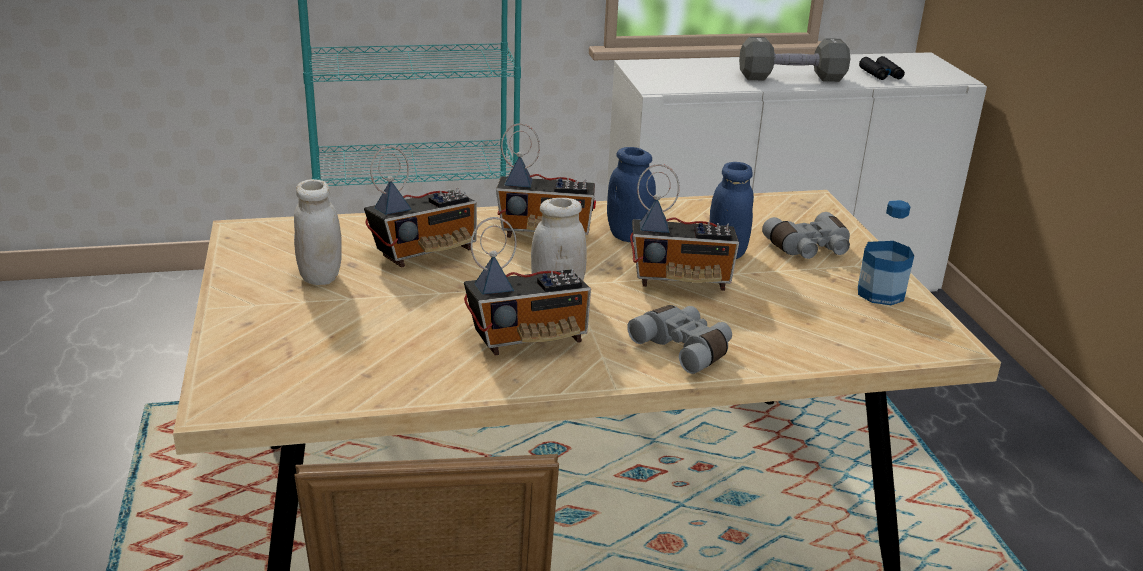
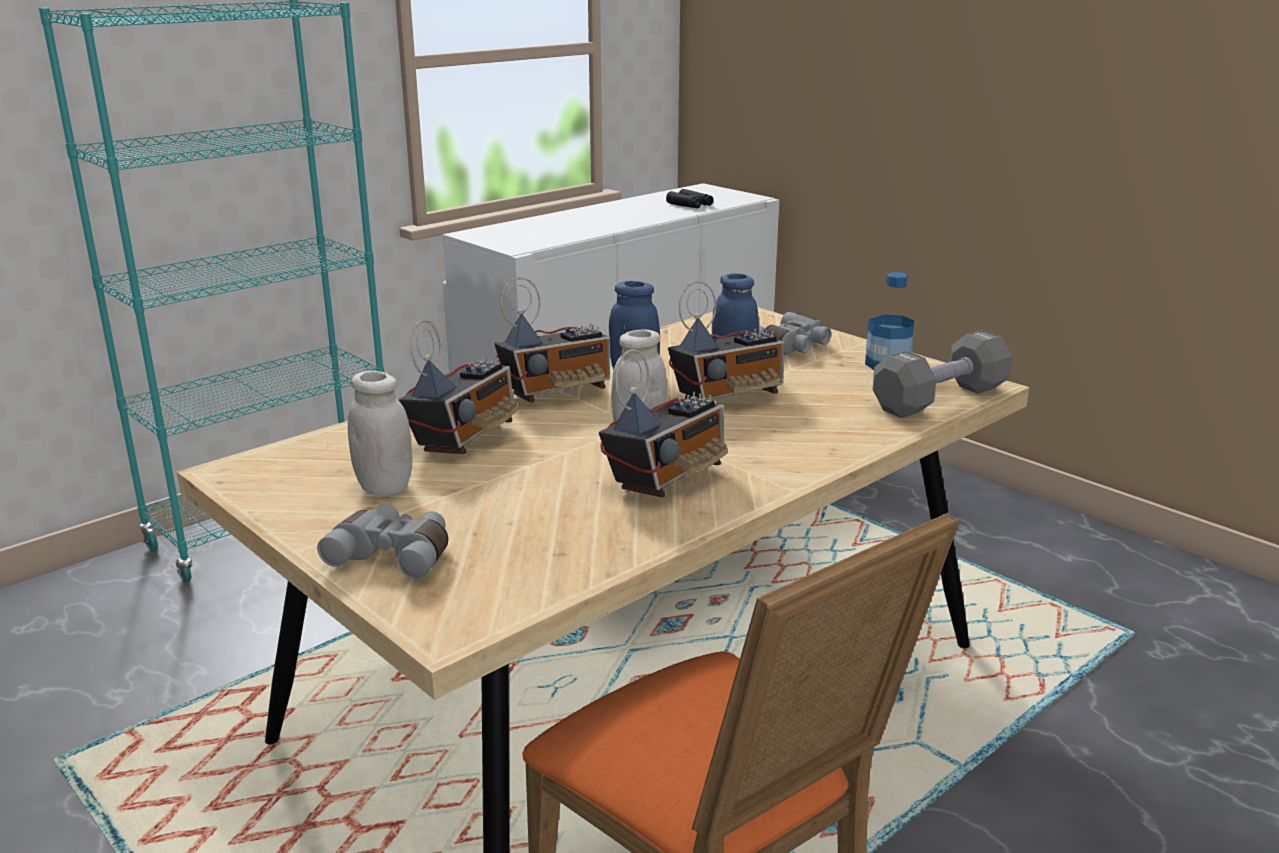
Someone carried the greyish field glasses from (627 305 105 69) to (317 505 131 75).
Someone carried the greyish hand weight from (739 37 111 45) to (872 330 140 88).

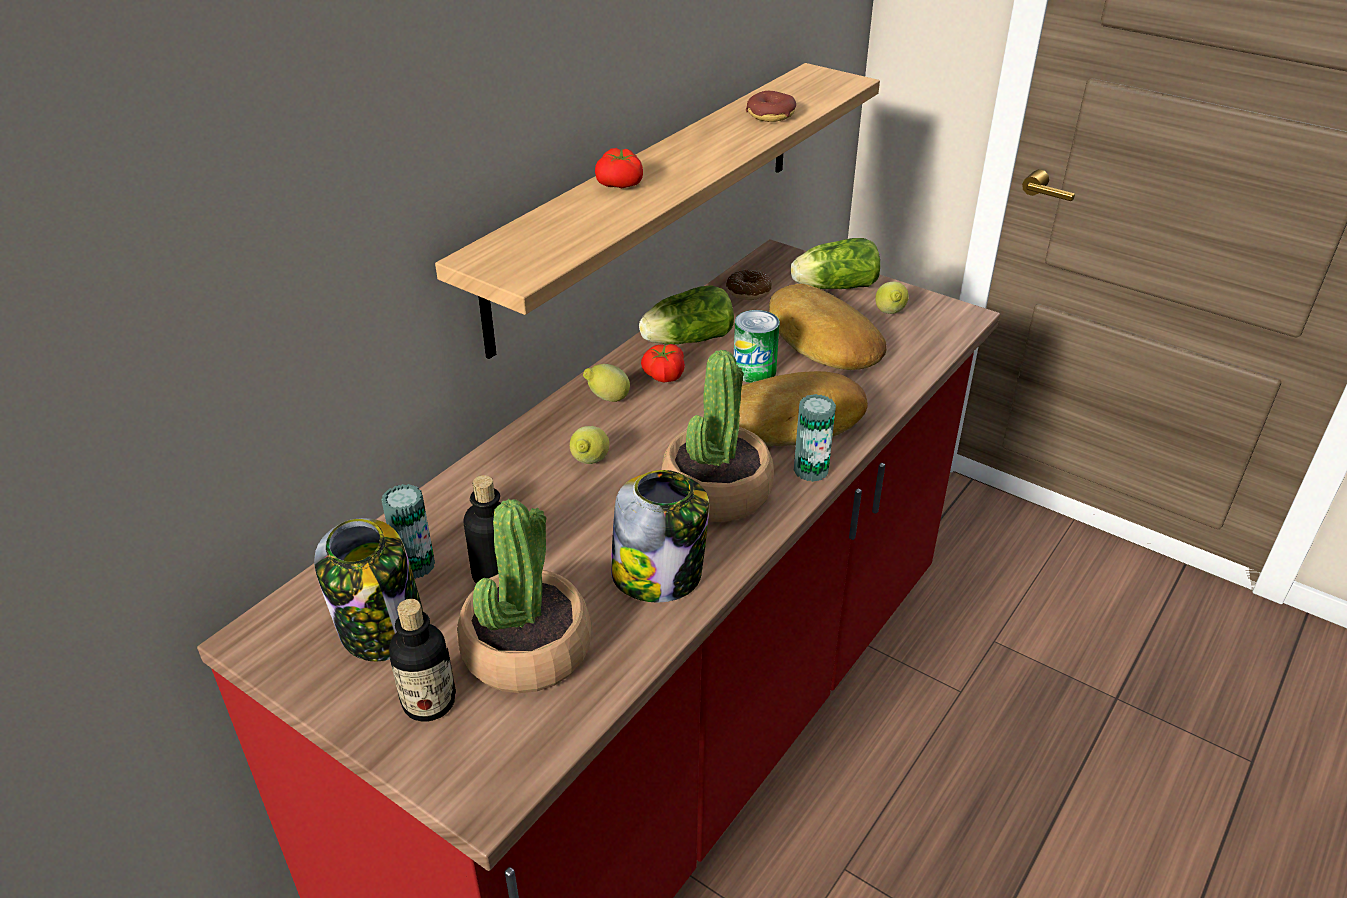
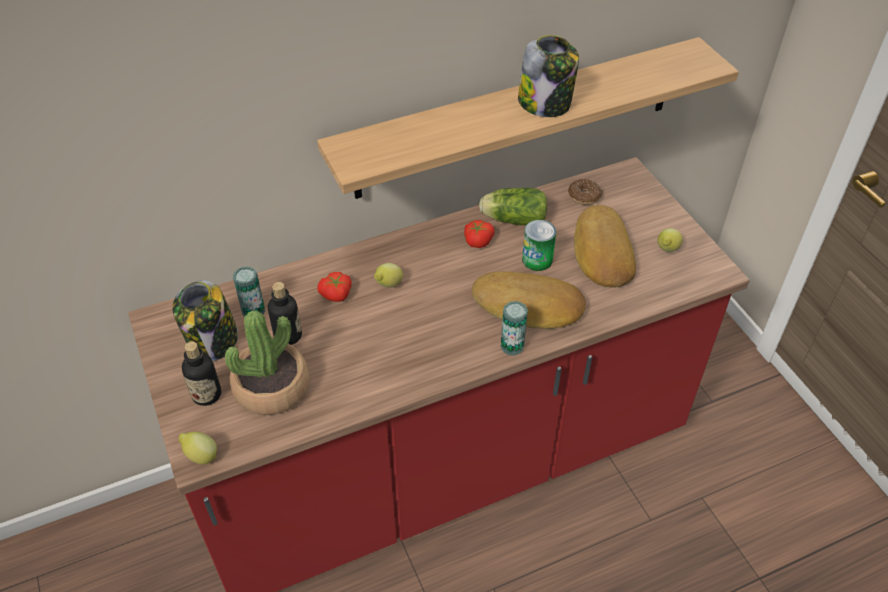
Someone carried the lemon from (583 364 47 38) to (179 432 38 33).
Someone carried the whole tomato from (595 148 48 41) to (318 272 34 30).
Someone carried the jar from (611 470 98 132) to (518 35 61 82).
Someone took away the plant in a pot at (662 350 112 172).
Someone took away the doughnut at (746 91 50 31).
Someone took away the head of lettuce at (790 238 90 51).

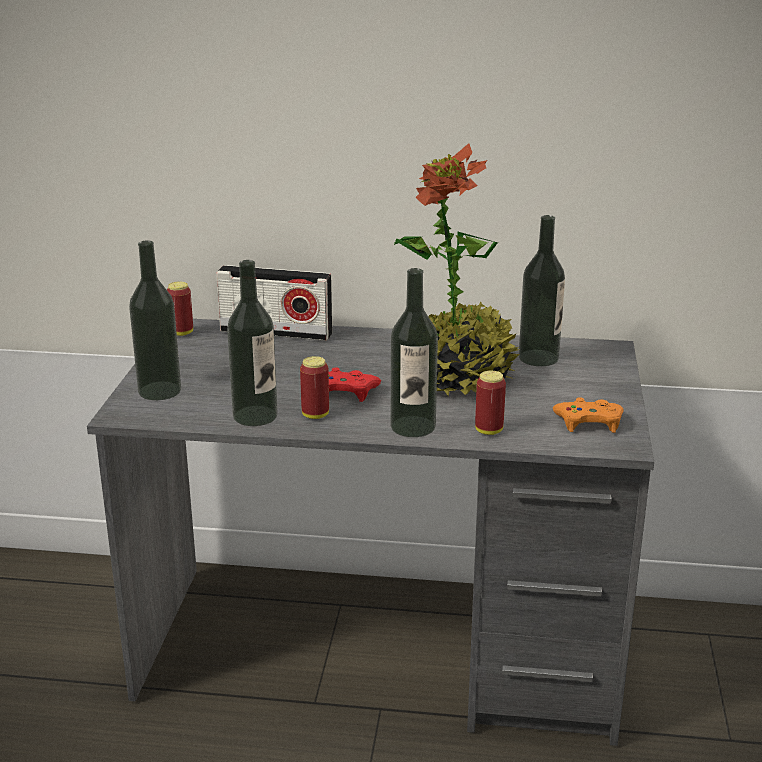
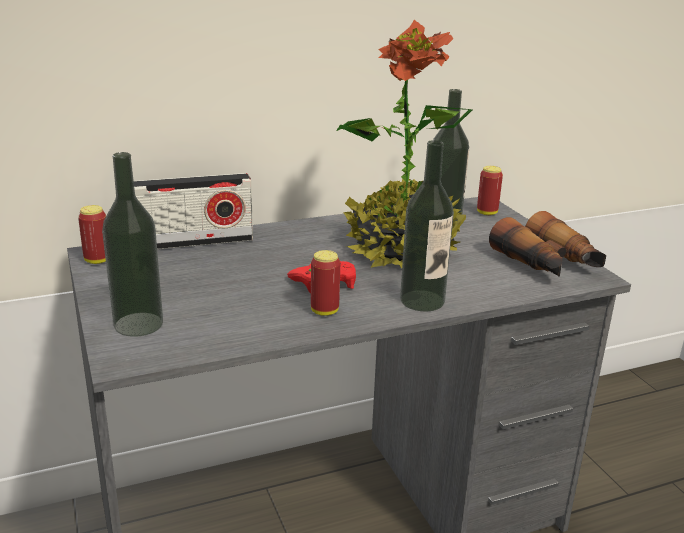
Someone took away the bottle at (227 260 51 166).
Someone carried the metal can from (475 371 31 64) to (477 166 26 49).
Someone swapped the orangey game controller at (553 397 71 36) for the field glasses at (489 211 117 66).

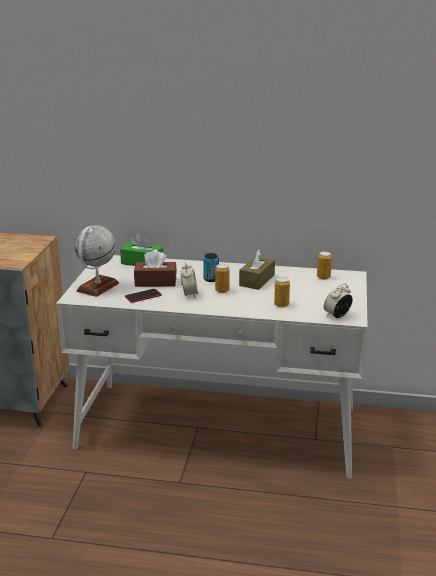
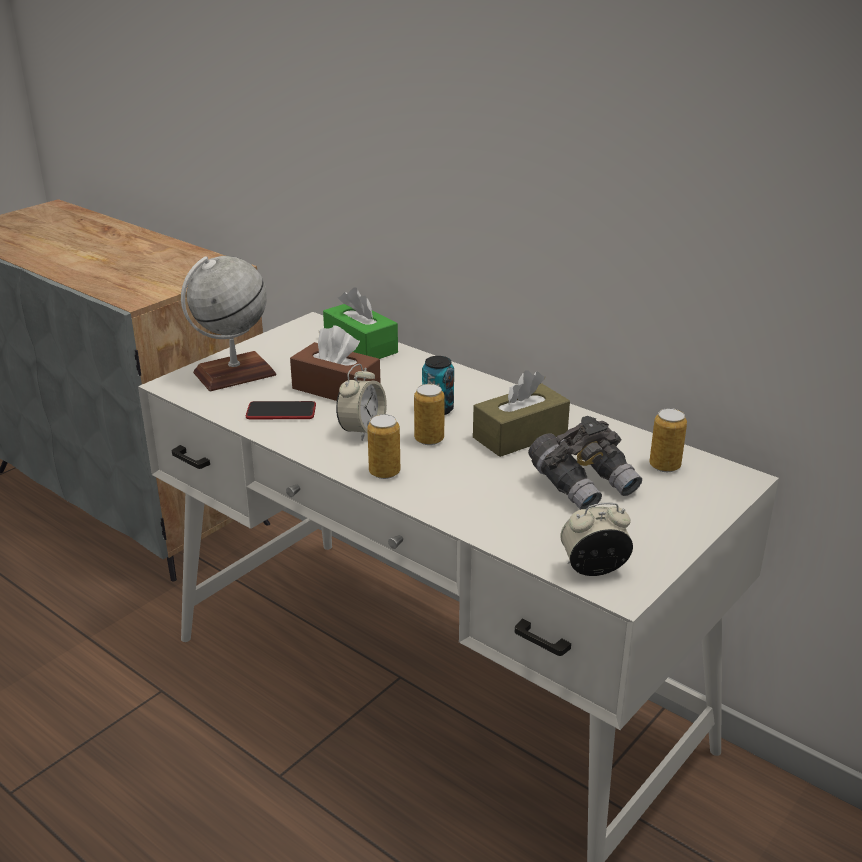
Someone carried the metal can from (274 277 16 30) to (367 414 33 65).
Someone put down the greyish field glasses at (528 416 114 94).

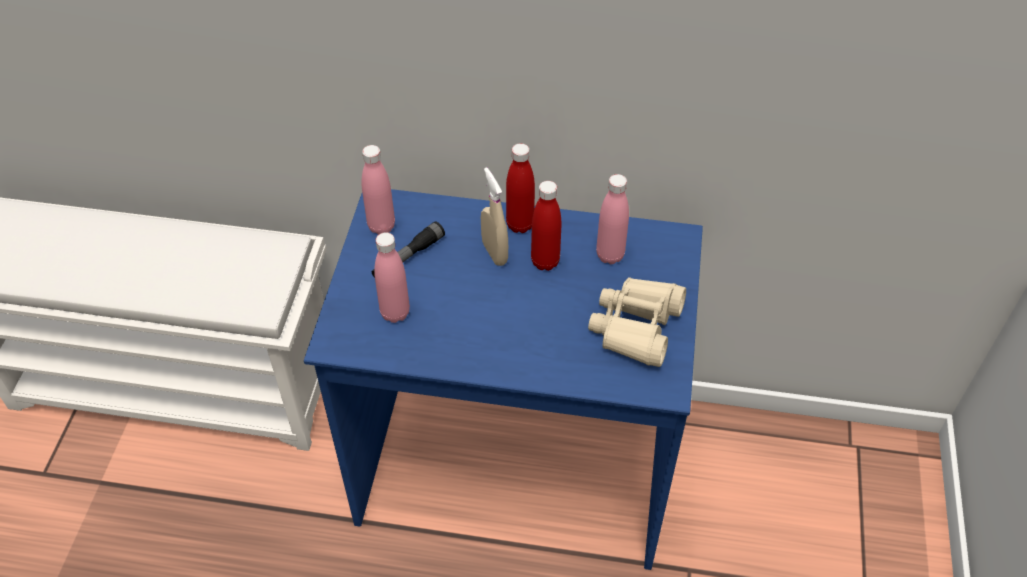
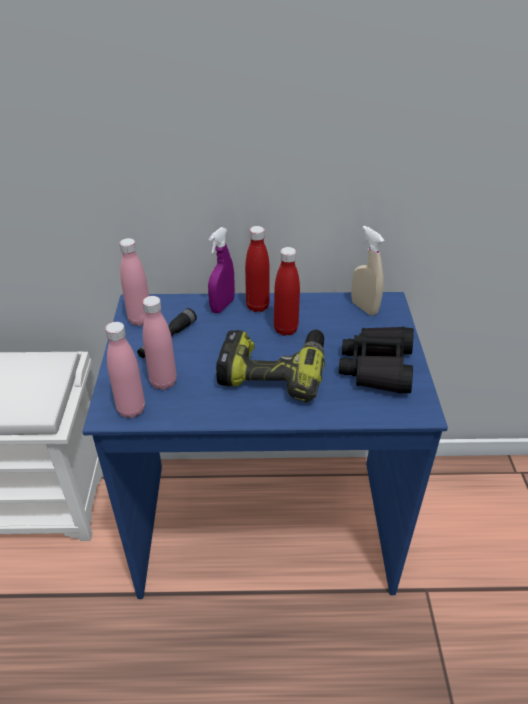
Someone carried the sand-coloured hand sprayer from (481 167 27 99) to (351 226 34 90).
Someone repainted the sand-coloured field glasses at (588 277 98 90), which became the black-coloured field glasses at (339 327 75 67).
Someone carried the pink bottle from (596 174 33 90) to (105 322 40 96).
Someone put down the purple-coloured hand sprayer at (208 227 27 86).
Someone put down the electric drill at (216 329 109 73).

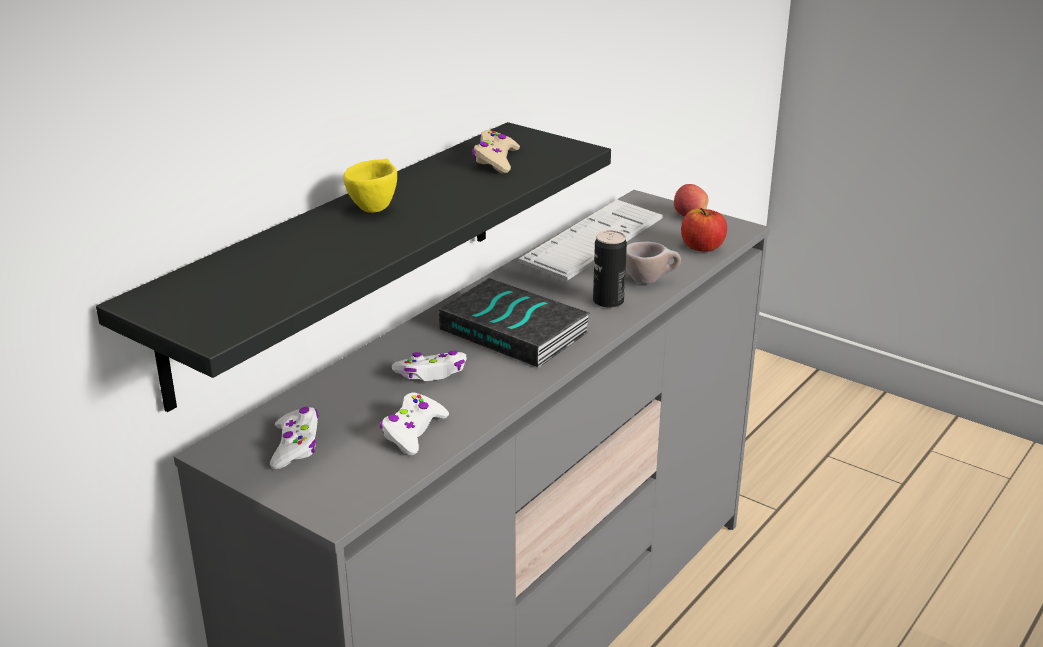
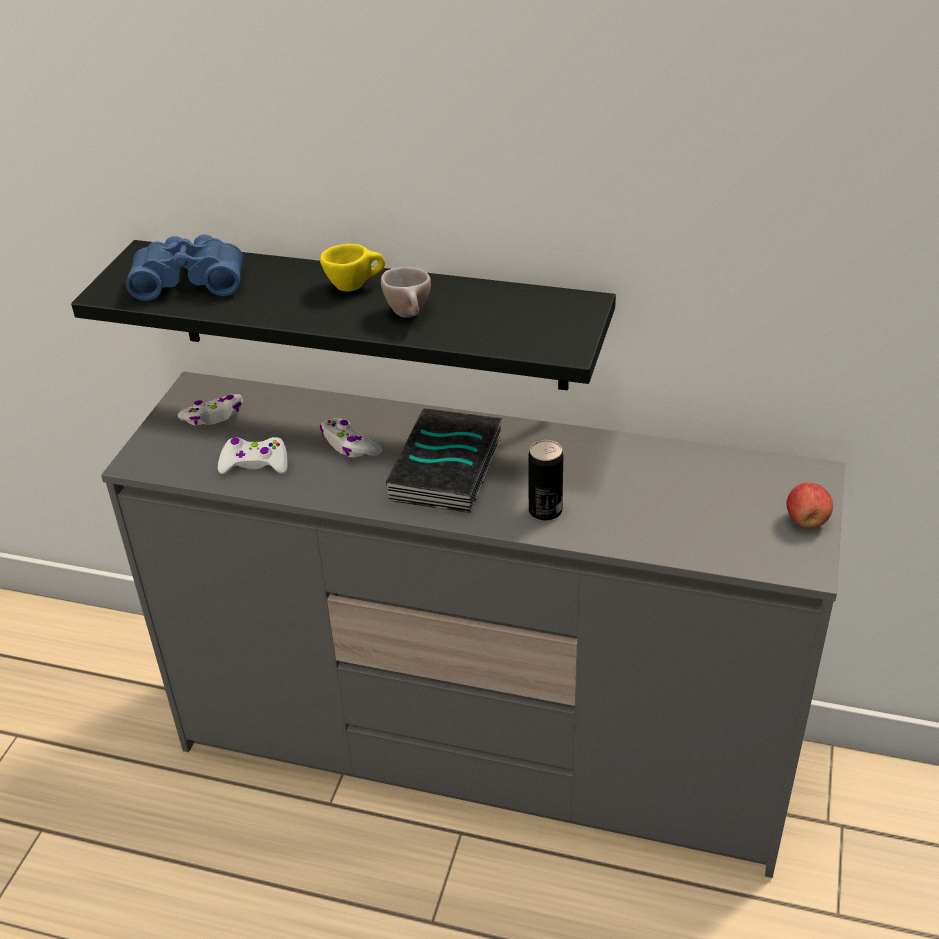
Someone took away the sand-coloured game controller at (472 130 48 43).
Someone took away the keyboard at (519 200 144 81).
Someone carried the sand-coloured small cup from (626 242 55 42) to (381 267 50 51).
Someone took away the whole apple at (681 208 46 44).
Someone put down the blue field glasses at (126 234 118 67).

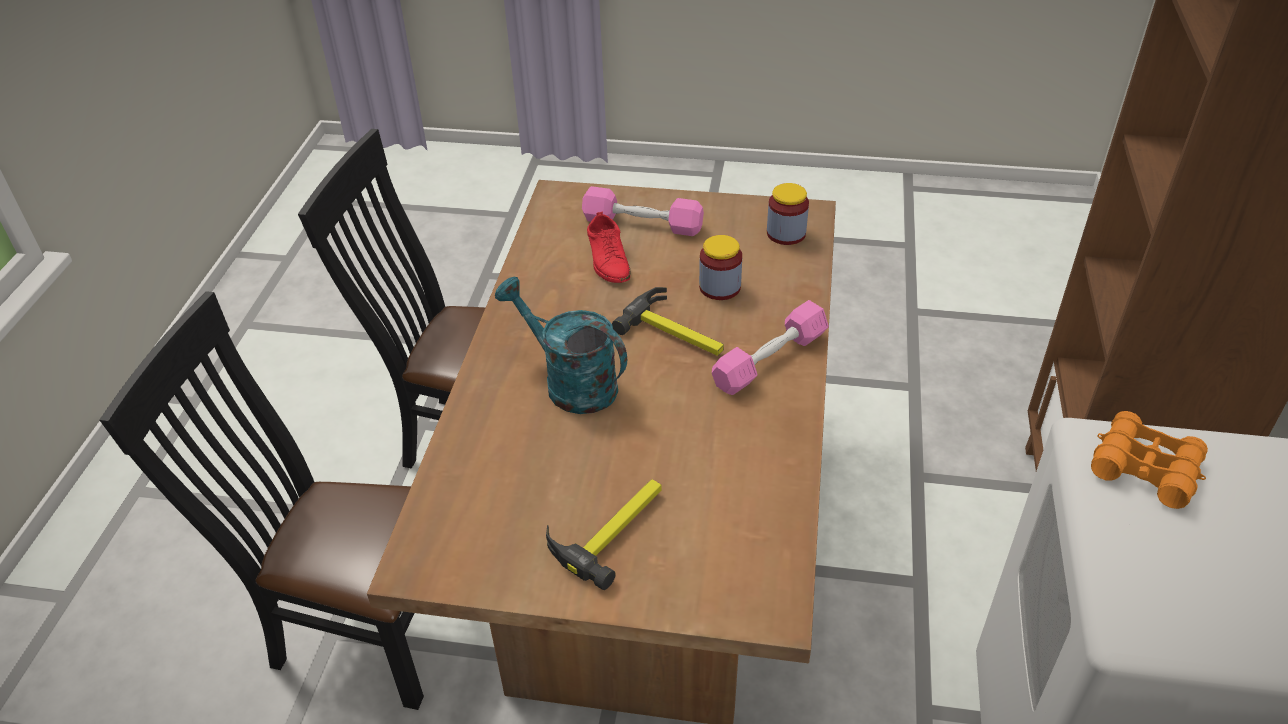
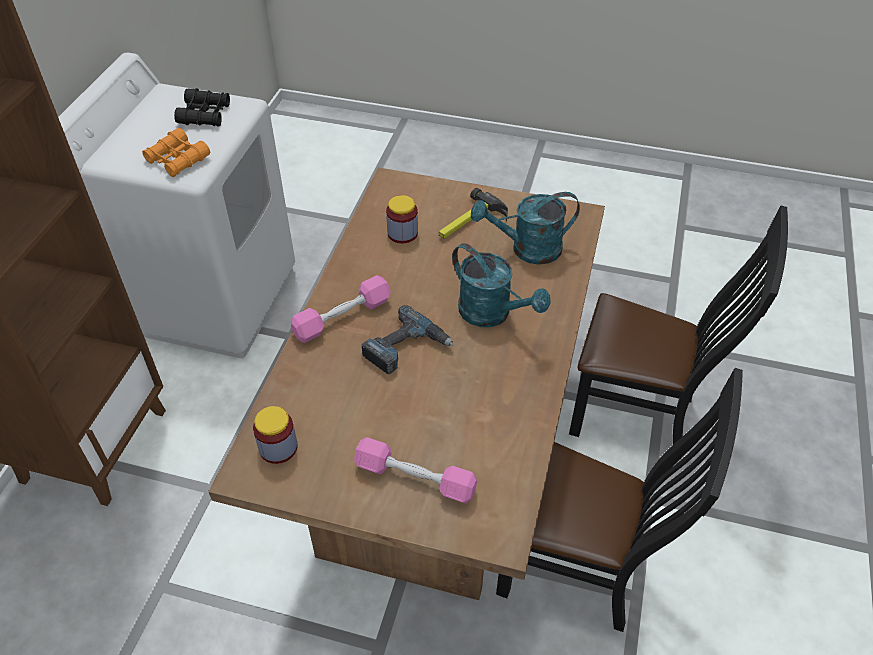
Someone took away the red shoe at (587 212 43 71).
Someone swapped the hand hammer at (612 287 112 69) for the electric drill at (362 305 92 70).
Someone carried the jar from (699 235 43 65) to (386 195 32 48).
Someone put down the black-coloured field glasses at (174 88 56 39).
Someone put down the turquoise watering can at (471 192 109 73).

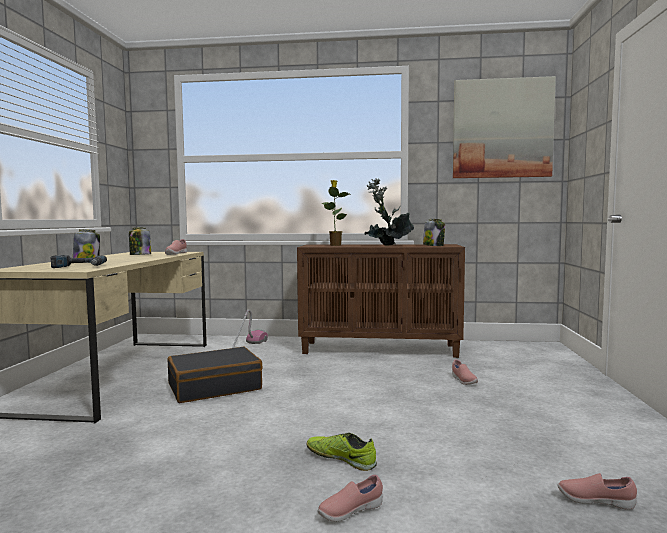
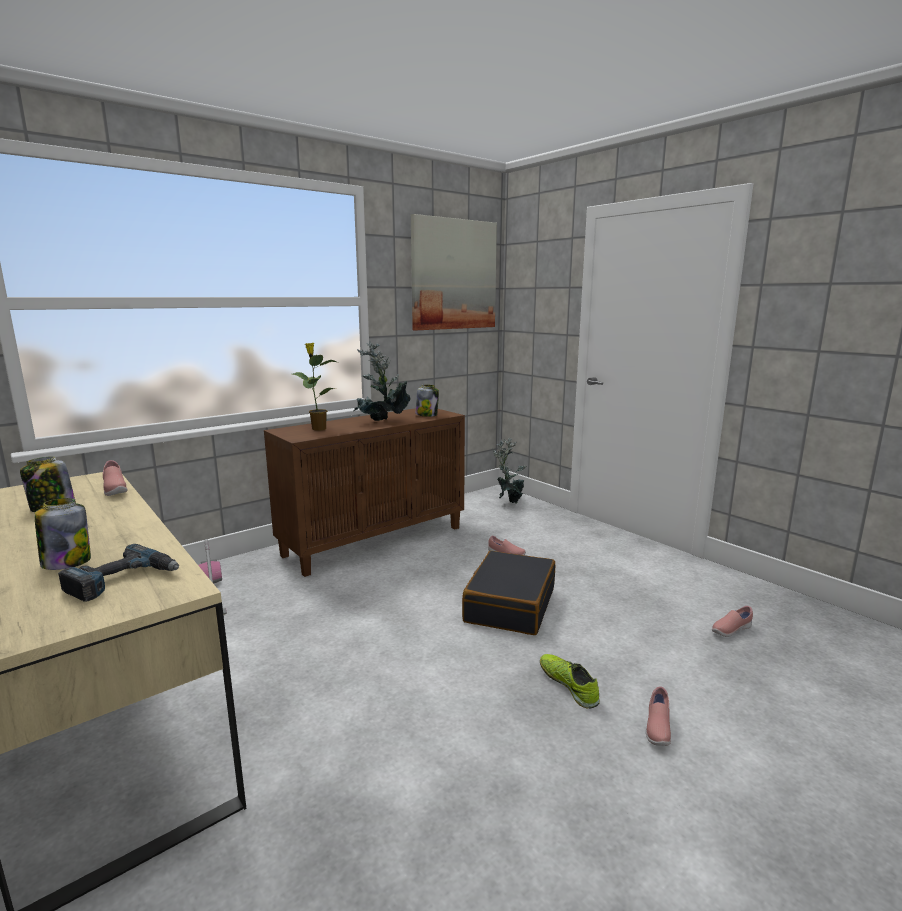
Someone carried the black-coloured travel case from (167 347 96 56) to (462 551 93 84).
Someone rotated the shoe at (307 433 70 38) by 75 degrees clockwise.
Someone put down the plant in a pot at (492 438 34 66).

